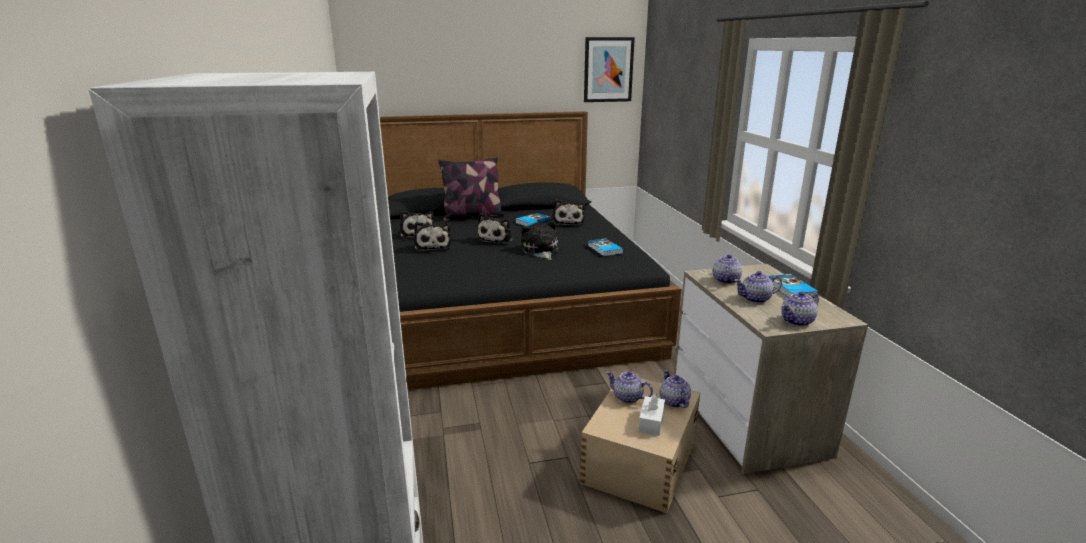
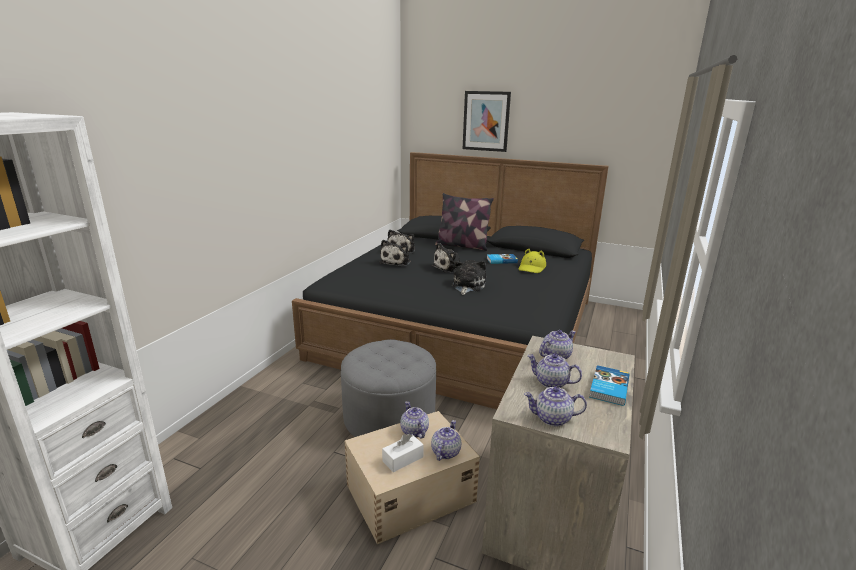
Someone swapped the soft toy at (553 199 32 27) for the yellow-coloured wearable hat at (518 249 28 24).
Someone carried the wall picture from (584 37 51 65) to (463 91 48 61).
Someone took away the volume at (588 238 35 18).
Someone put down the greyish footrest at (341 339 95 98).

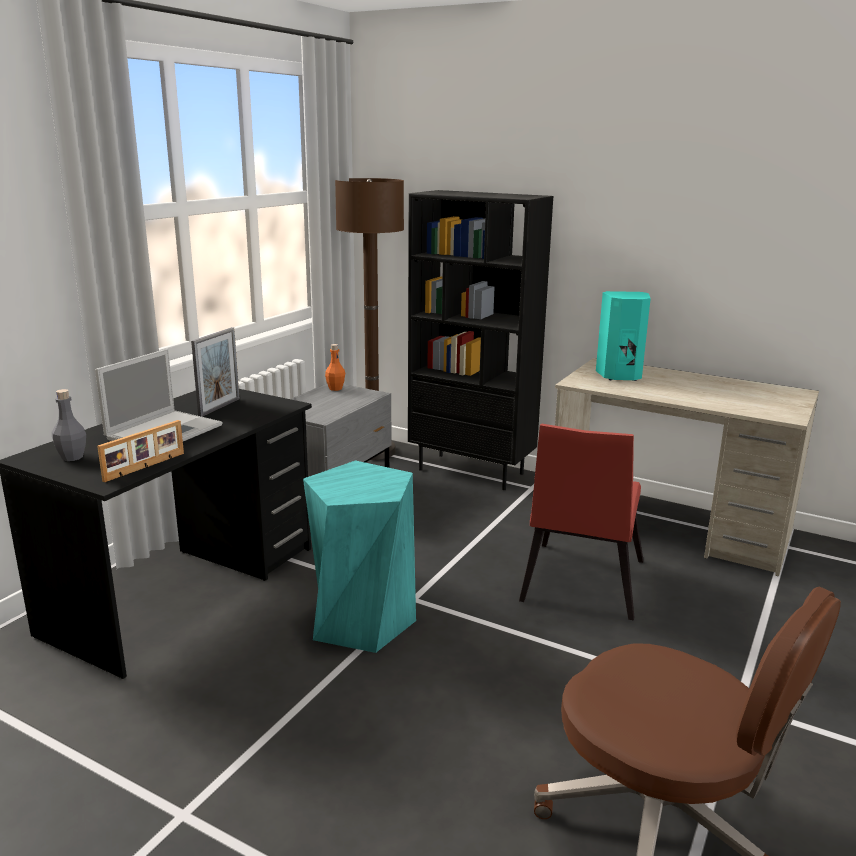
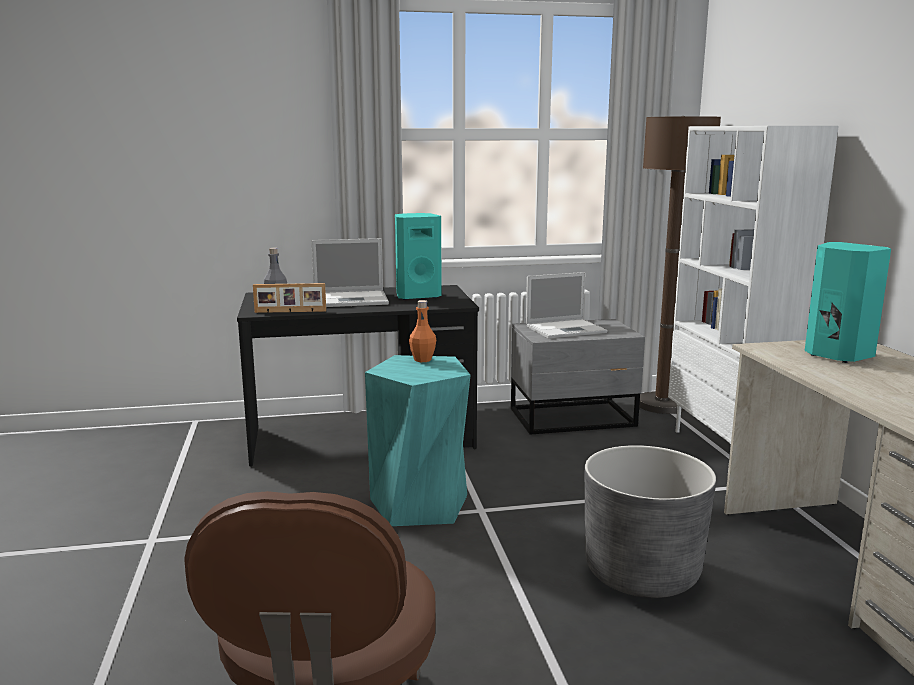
Someone swapped the photo frame at (191 327 49 90) for the turquoise audio speaker at (395 213 47 87).
Someone carried the orangey bottle from (325 344 20 47) to (409 300 27 62).
Someone repainted the black-coloured bookshelf at (408 190 145 300), which became the white-coloured bookshelf at (668 126 171 342).
Someone swapped the red chair at (519 424 125 197) for the greyish flower pot at (585 445 131 153).
Someone put down the portable computer at (526 272 82 67).

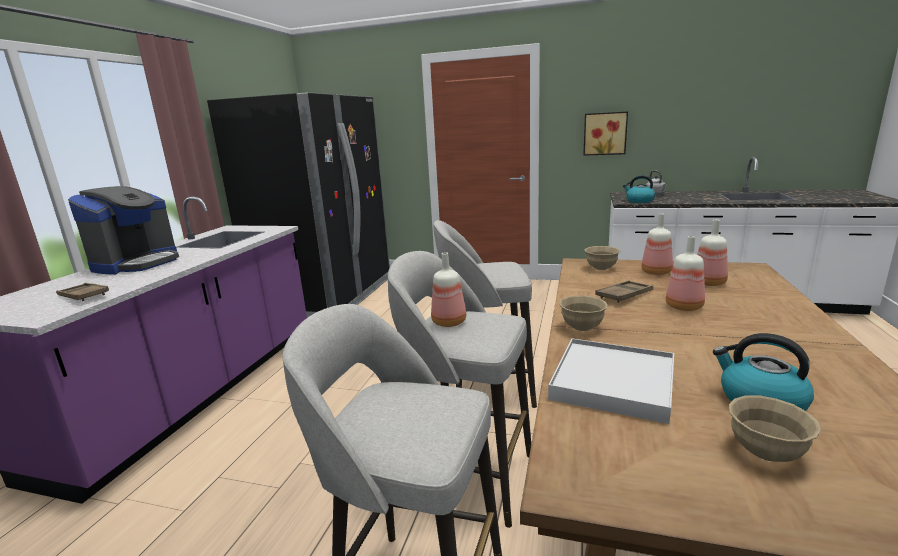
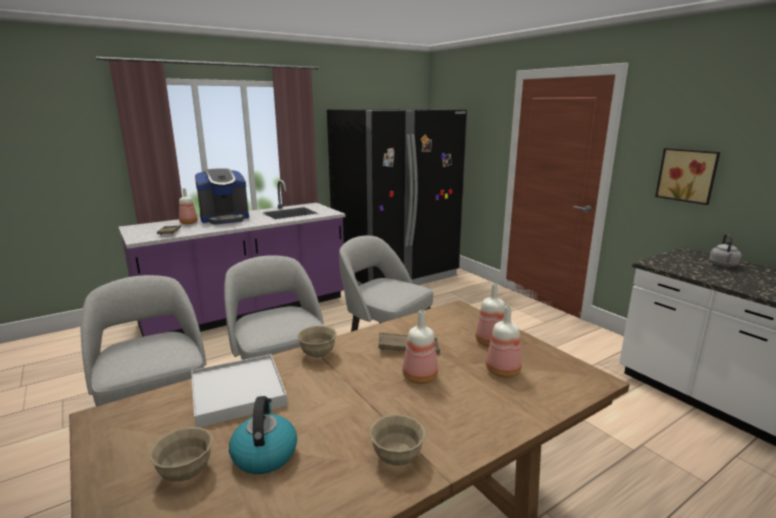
Someone carried the bottle from (431 252 35 75) to (179 188 19 36).
Someone carried the sand-coloured serving bowl from (584 246 36 24) to (369 414 57 52).
Someone took away the water kettle at (623 175 32 28).

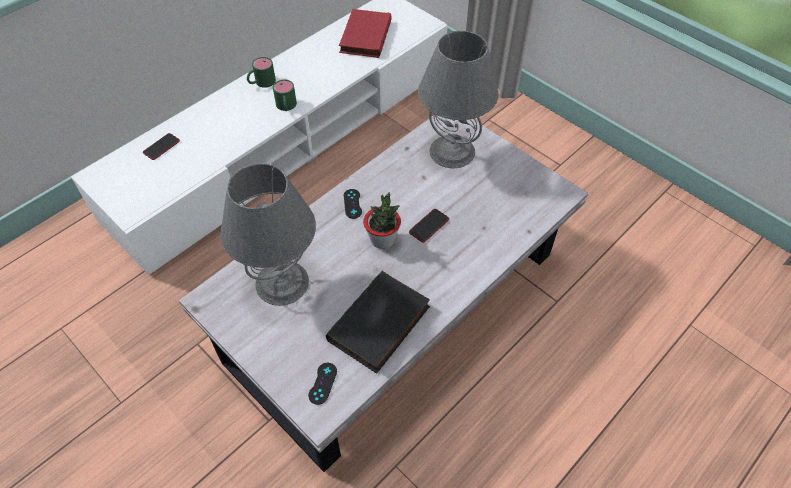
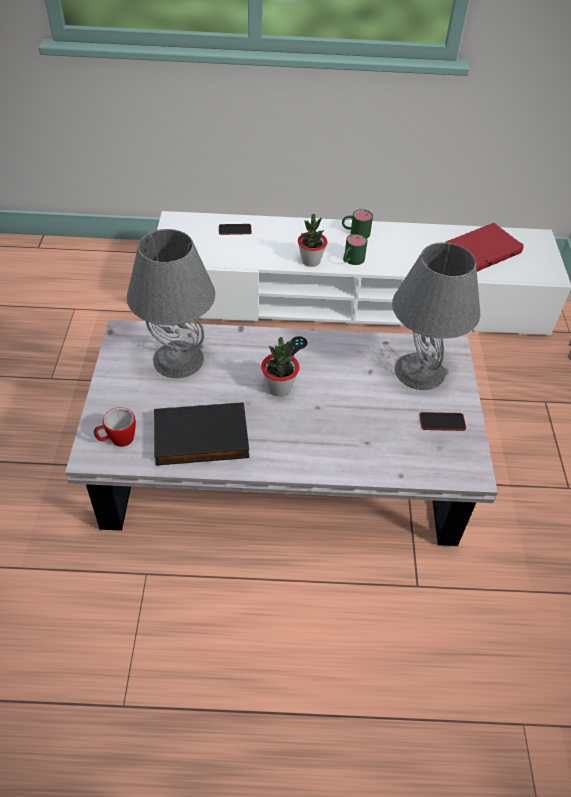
Someone swapped the black-coloured game controller at (308 363 29 42) for the tea mug at (94 407 42 40).
Someone carried the phone from (409 209 40 34) to (420 412 46 19).
Someone put down the plant in a pot at (298 214 29 53).

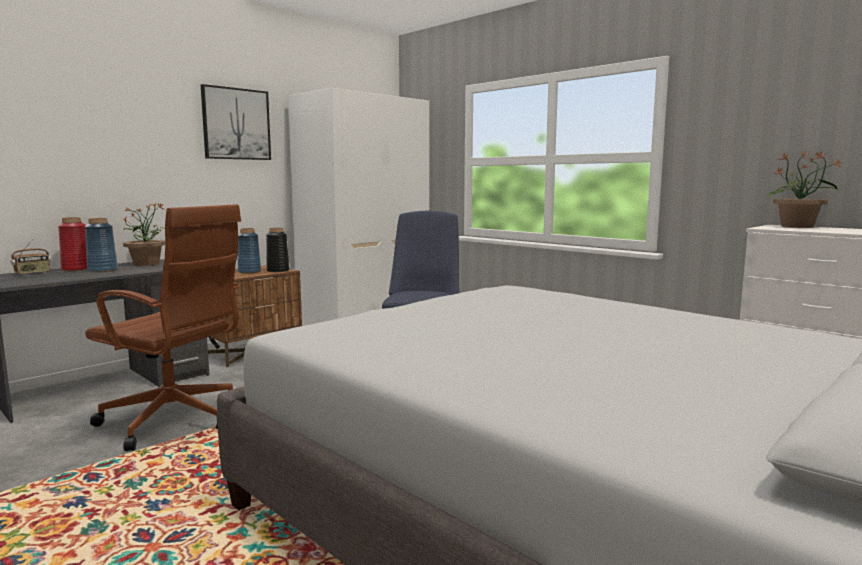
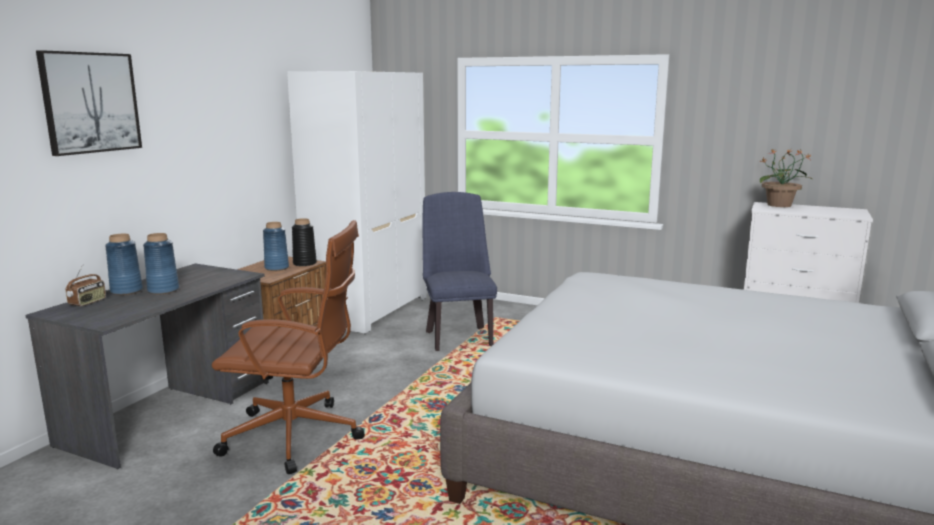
Someone repainted the red vase at (58 217 29 54), which became the blue vase at (105 234 38 61).
Someone took away the plant in a pot at (122 203 44 63).
Someone carried the wall picture from (201 84 70 76) to (36 50 106 106).

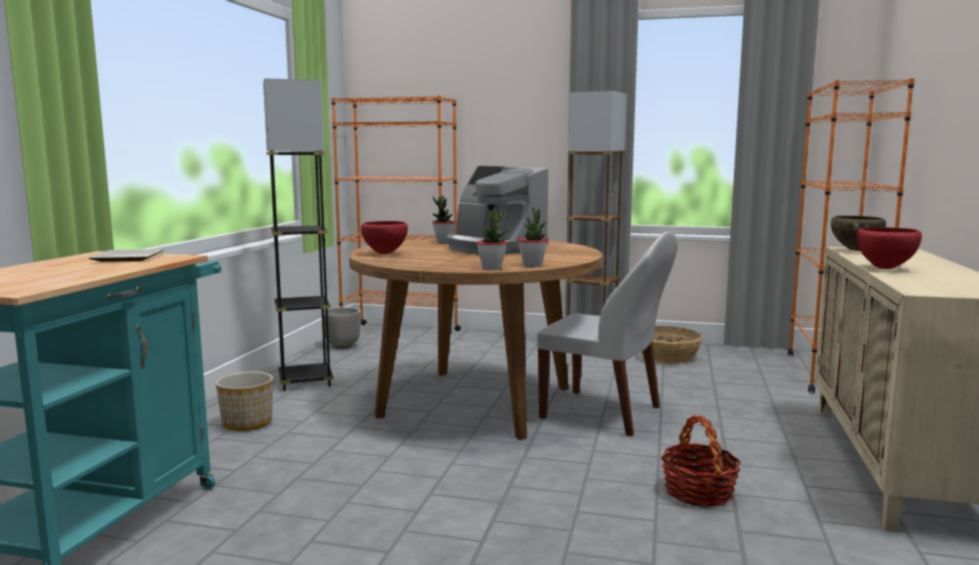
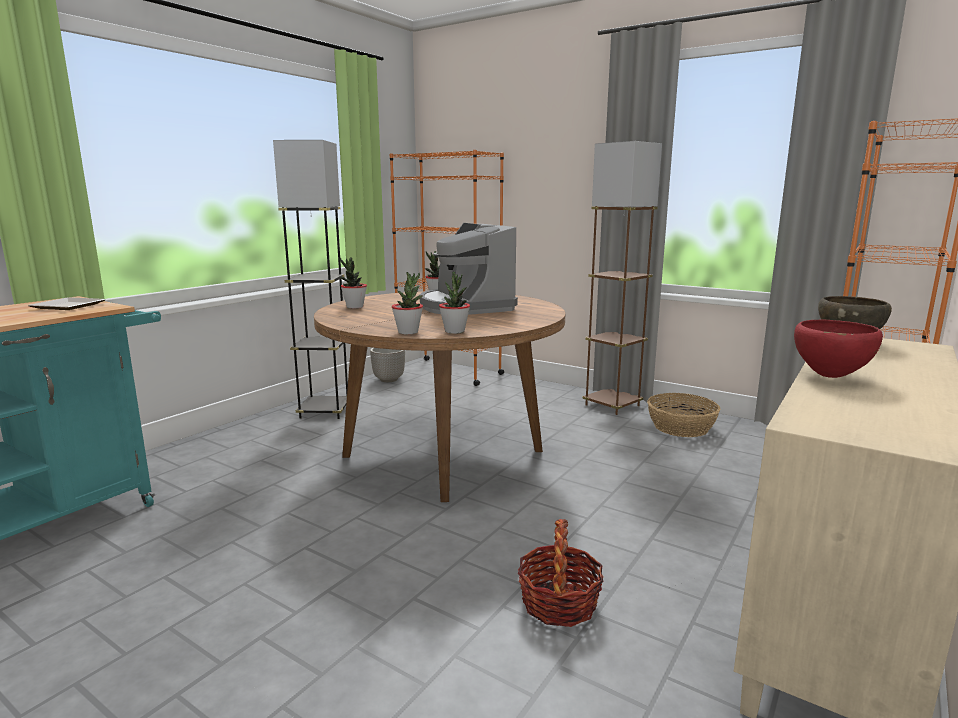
Someone took away the flower pot at (216 372 57 59).
Someone swapped the red serving bowl at (361 221 47 33) for the plant in a pot at (340 257 27 52).
Someone took away the white-coloured chair at (537 232 141 204).

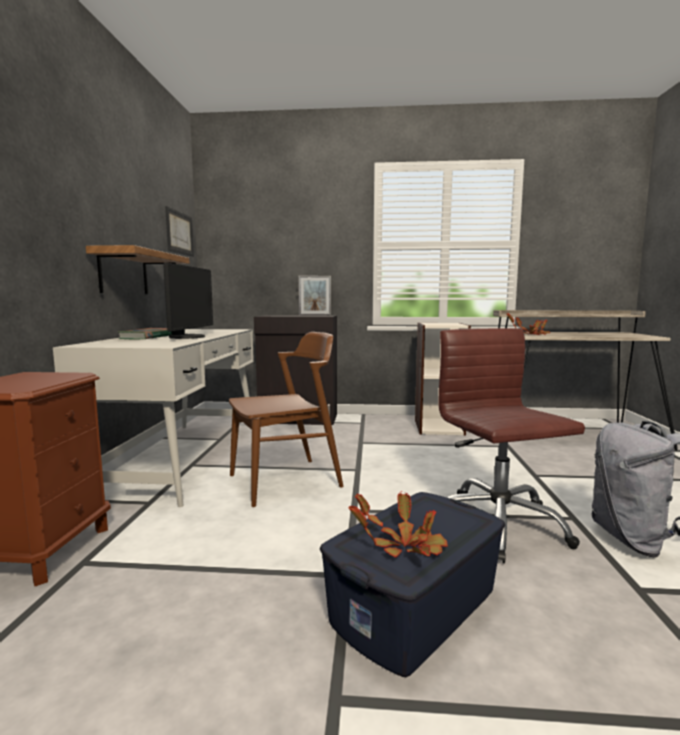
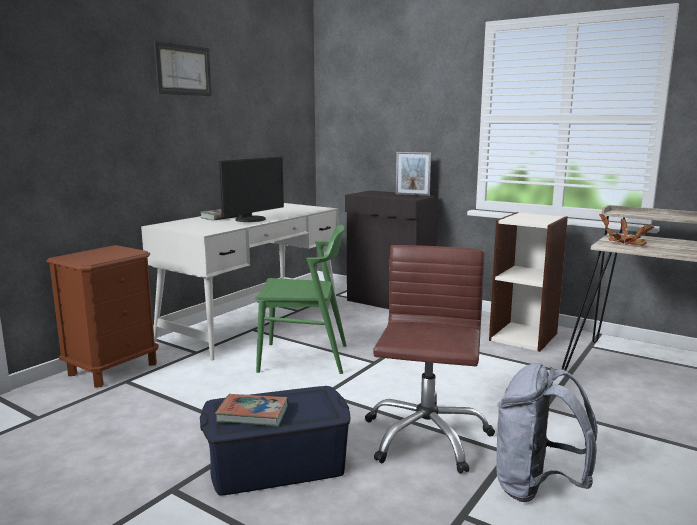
Someone took away the wall shelf at (86 245 104 49).
Someone carried the wall picture from (165 206 29 50) to (154 41 58 55).
Someone repainted the brown-coloured chair at (229 332 115 175), which became the green-coloured chair at (255 225 92 149).
Someone swapped the plant in a pot at (349 491 99 67) for the volume at (215 394 73 33).

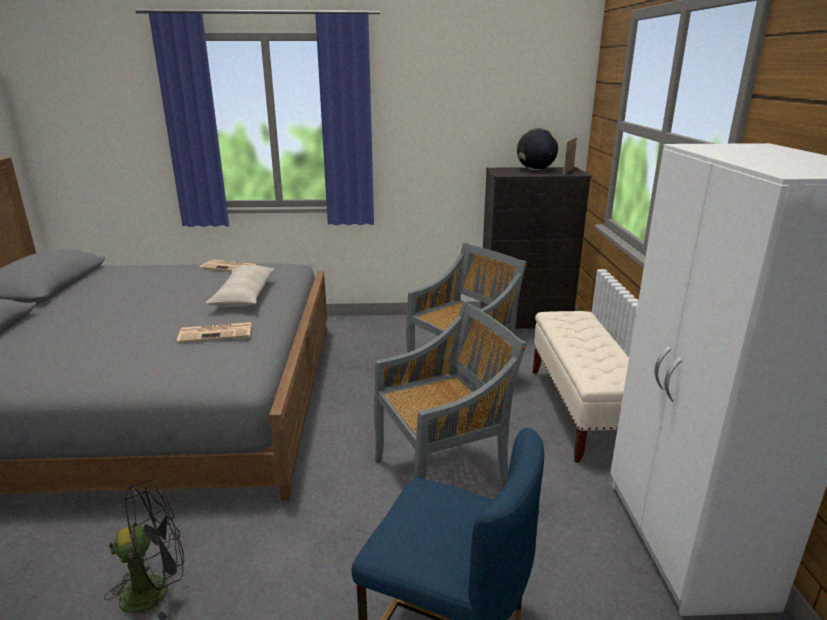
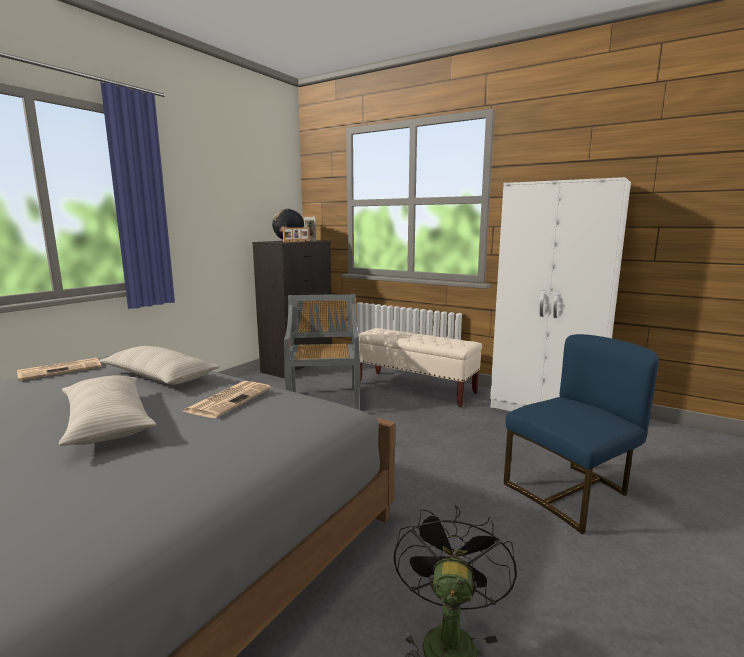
Someone took away the greyish chair at (374 301 153 188).
Someone put down the sand-coloured throw pillow at (59 375 97 71).
Someone put down the photo frame at (283 227 27 15).

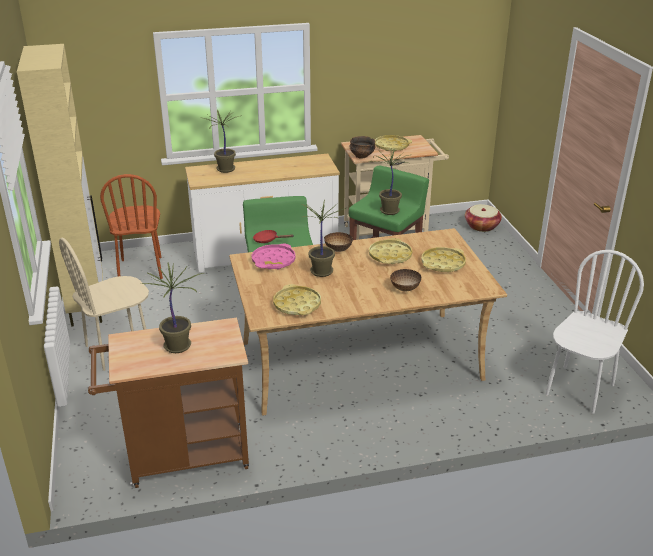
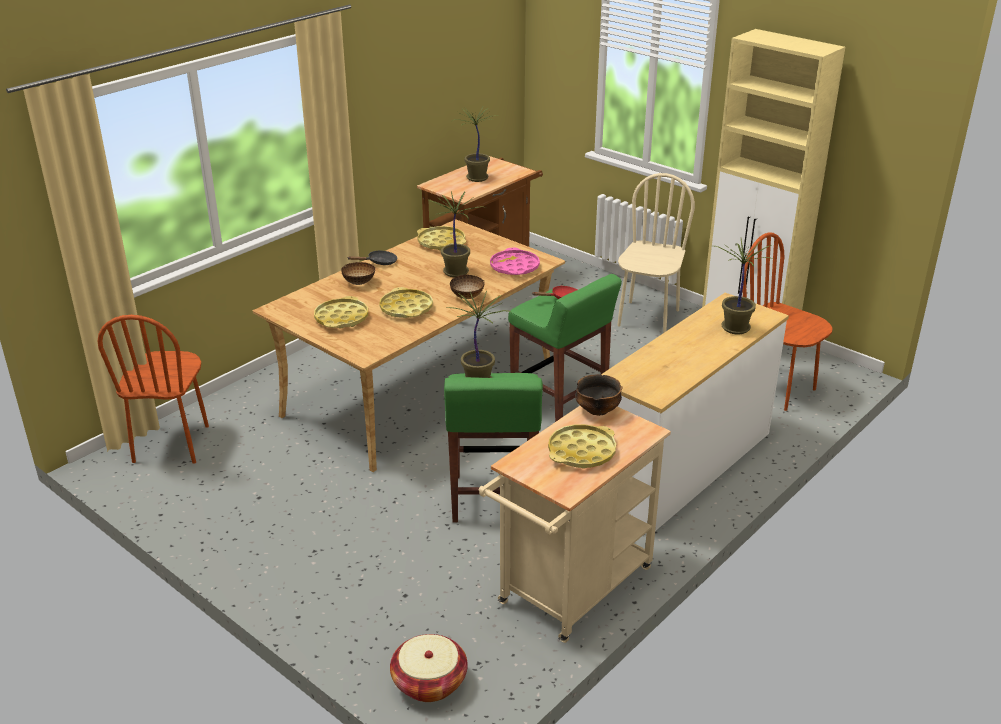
Someone repainted the white-coloured chair at (546 250 98 164), which became the brown-coloured chair at (98 315 111 149).
Someone put down the black-coloured skillet at (348 250 49 15).

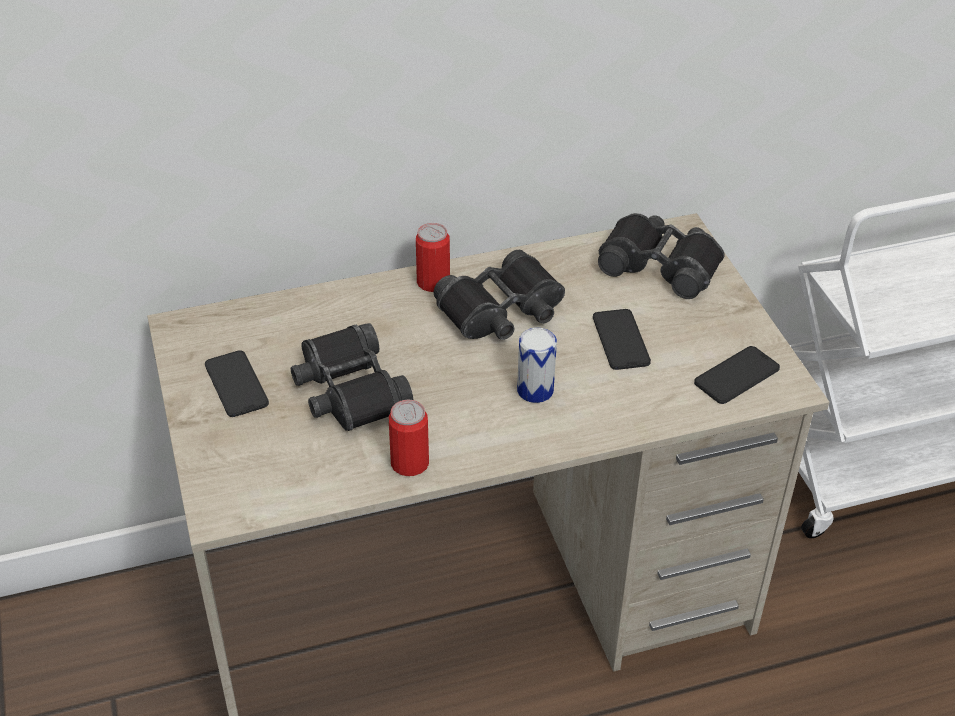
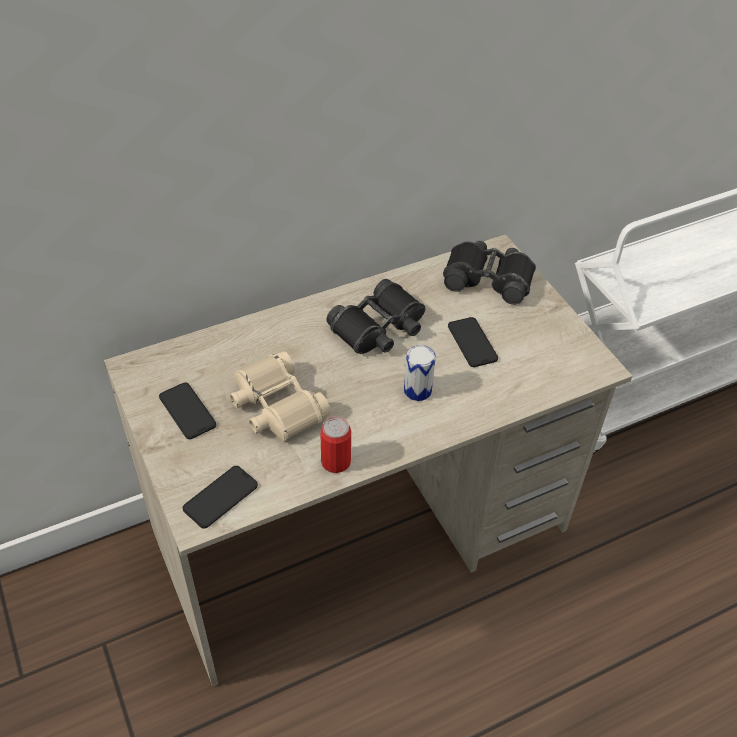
Someone repainted the black-coloured field glasses at (291 323 122 108), which became the sand-coloured field glasses at (230 351 100 90).
Someone took away the metal can at (416 223 34 69).
Someone carried the phone from (694 346 86 58) to (183 466 75 63).

